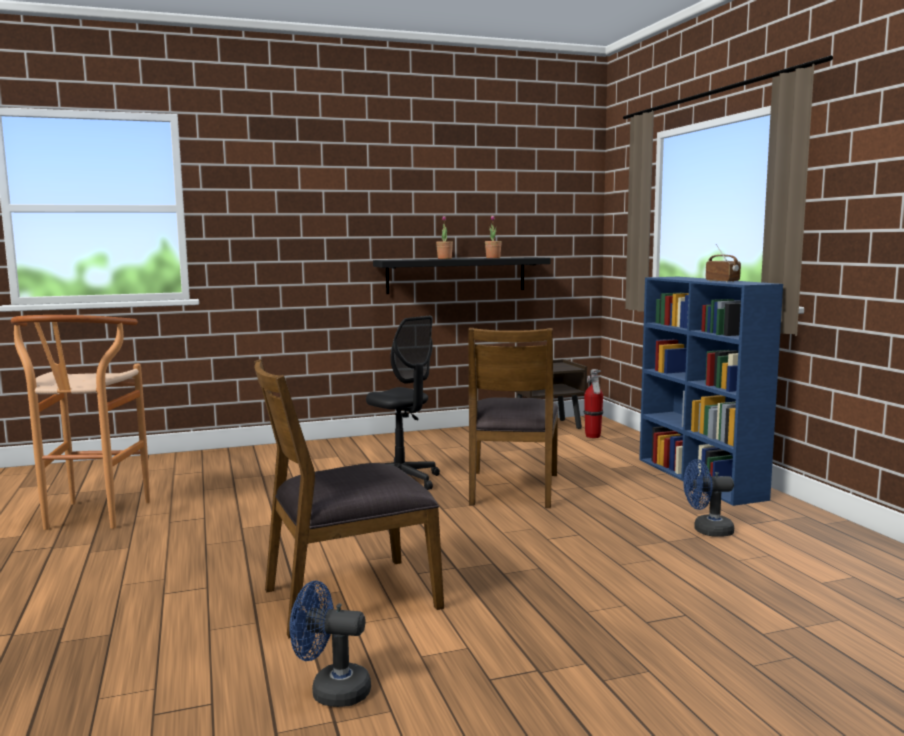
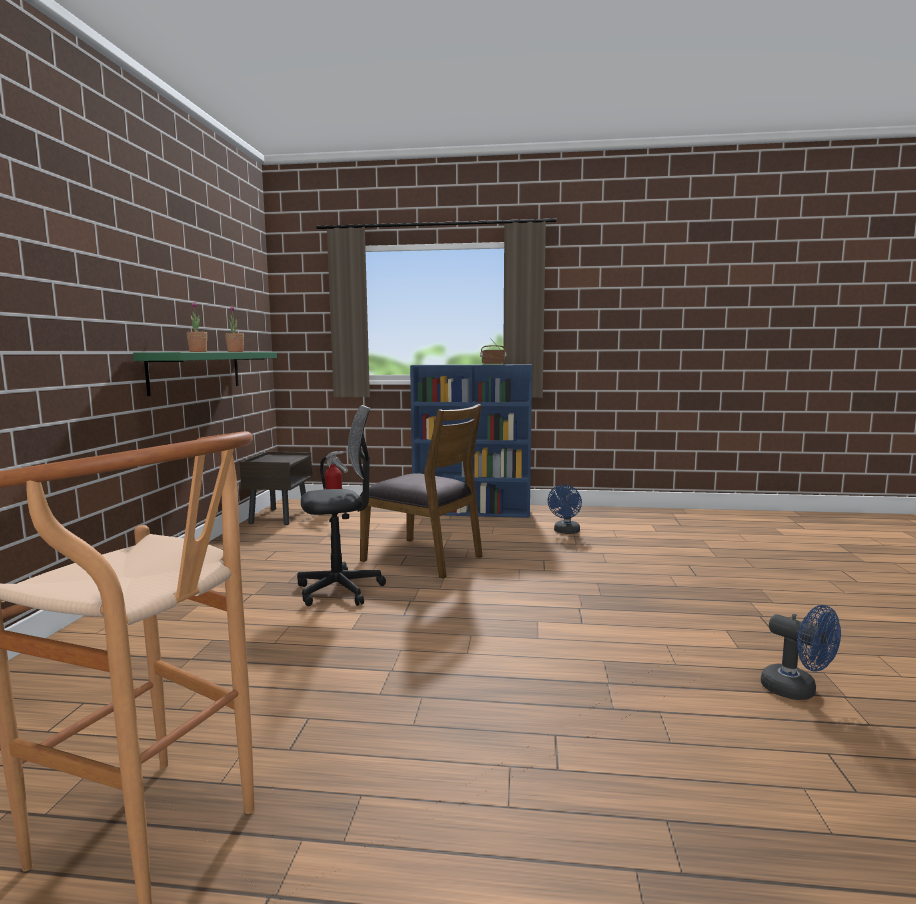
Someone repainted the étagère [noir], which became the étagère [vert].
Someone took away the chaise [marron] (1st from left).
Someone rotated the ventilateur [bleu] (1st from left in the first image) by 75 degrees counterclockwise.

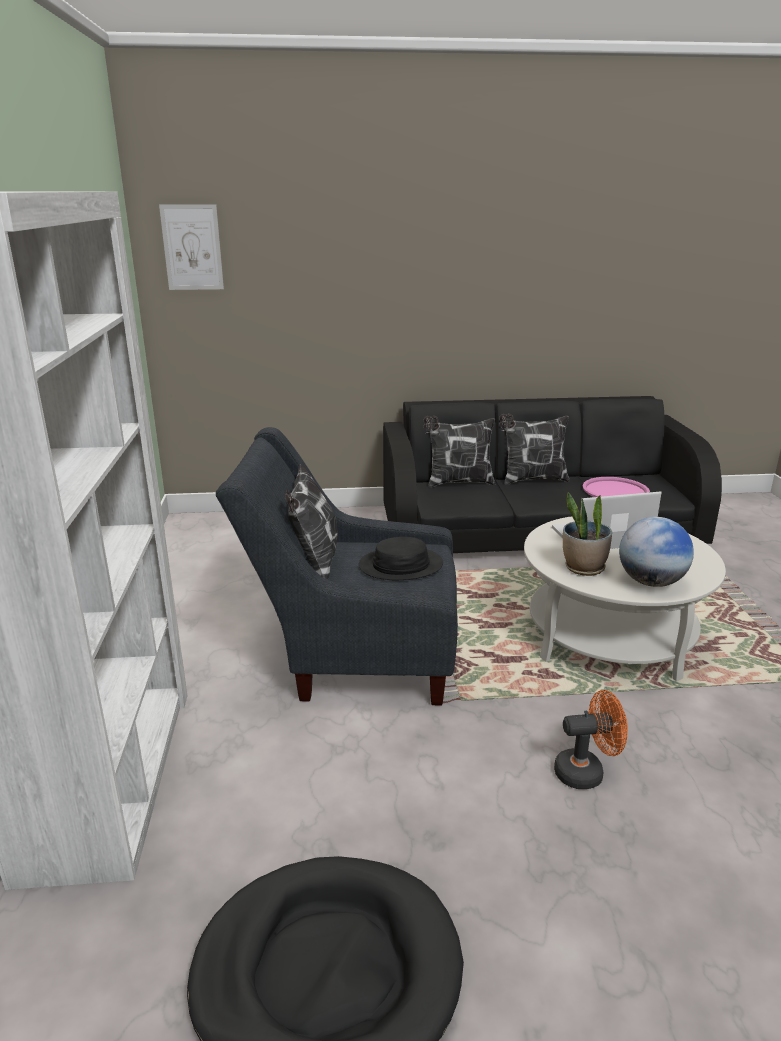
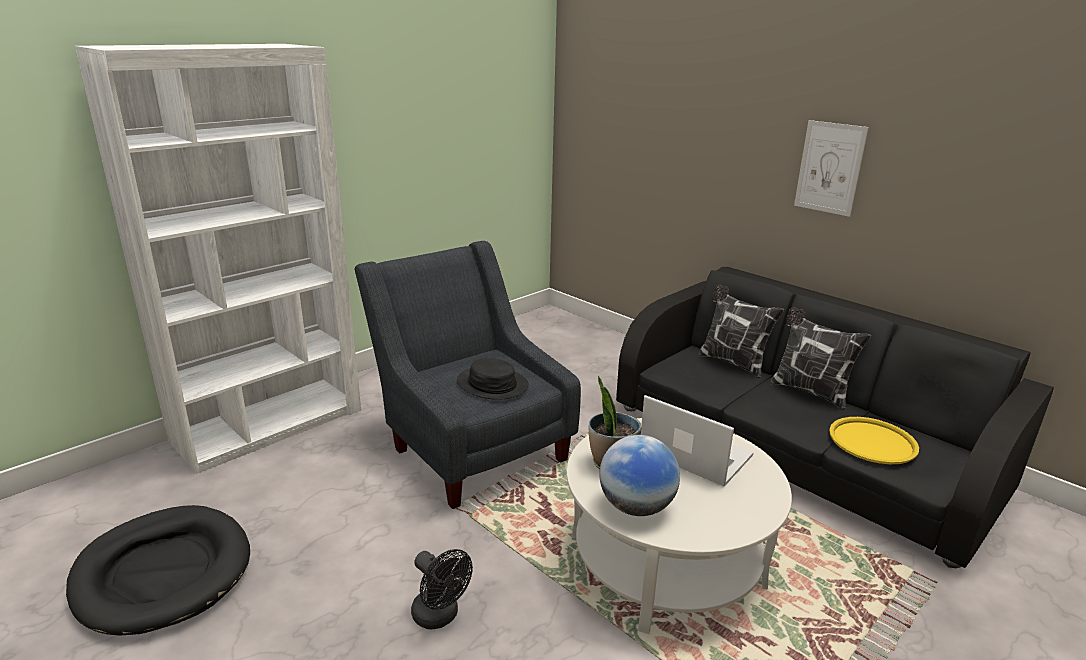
Someone carried the tableau.
Someone took away the coussin (1st from left).
Someone repainted the plateau [rose], which became the plateau [jaune].
Someone repainted the ventilateur [orange], which became the ventilateur [noir].

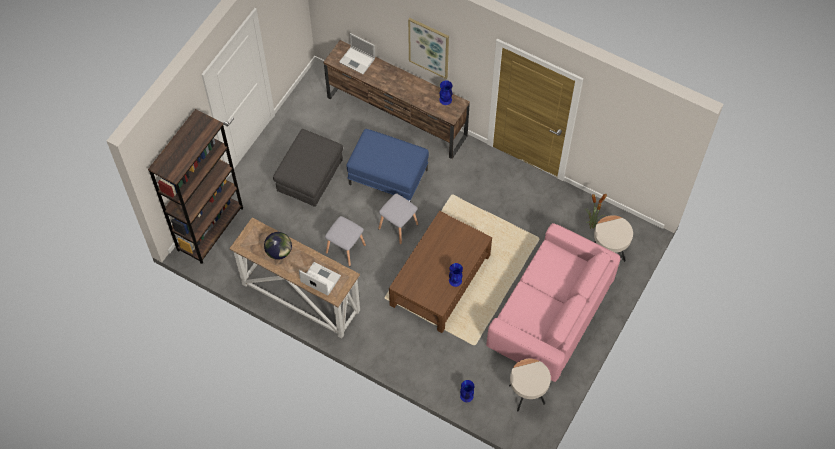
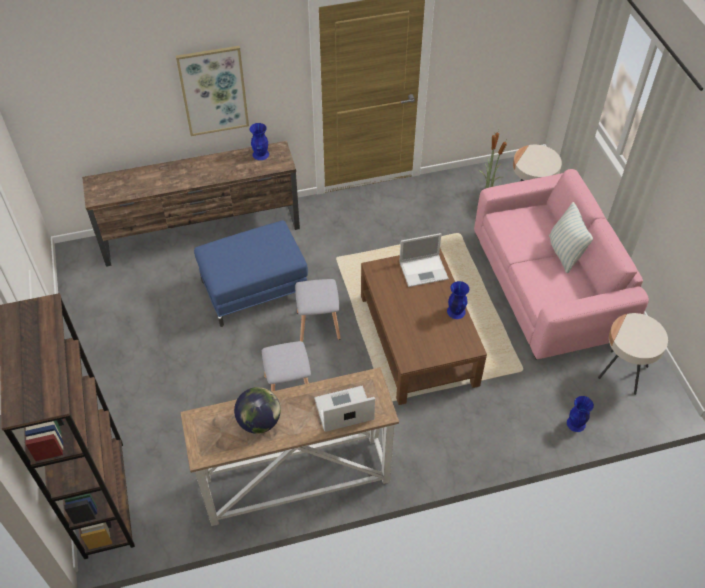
Someone carried the ordinateur portable (2nd from left).
Someone took away the pouf [gris].
Someone put down the coussin.

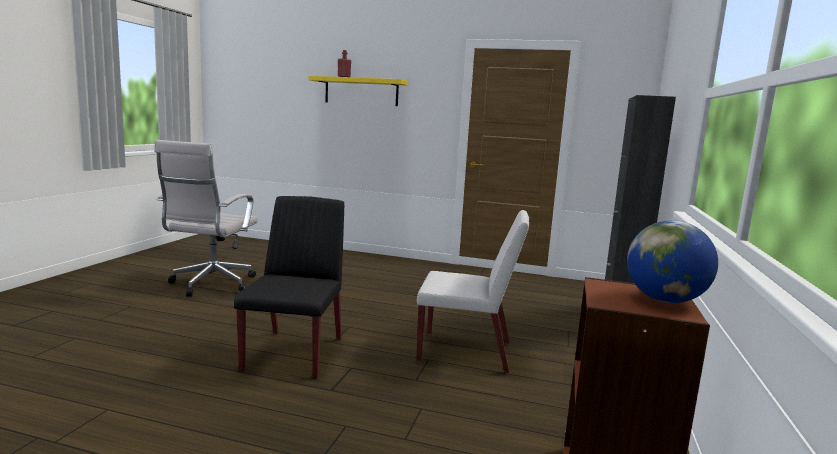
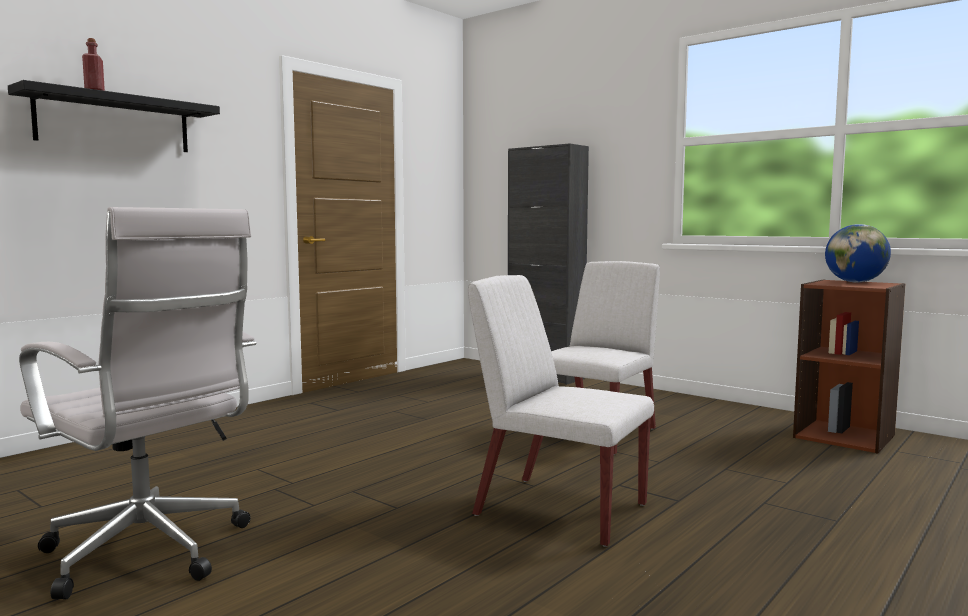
Someone repainted the étagère [jaune], which became the étagère [noir].
Someone repainted the chaise [noir], which became the chaise [blanc] (1st from left).

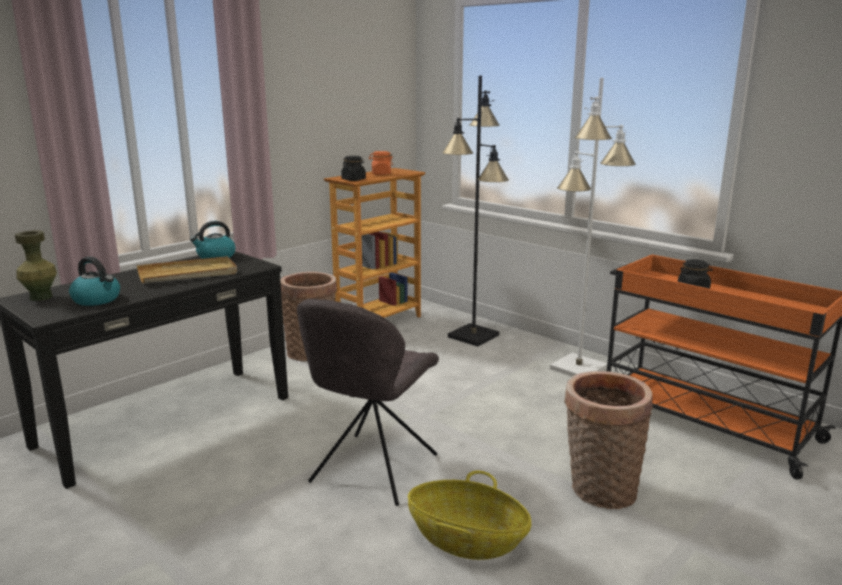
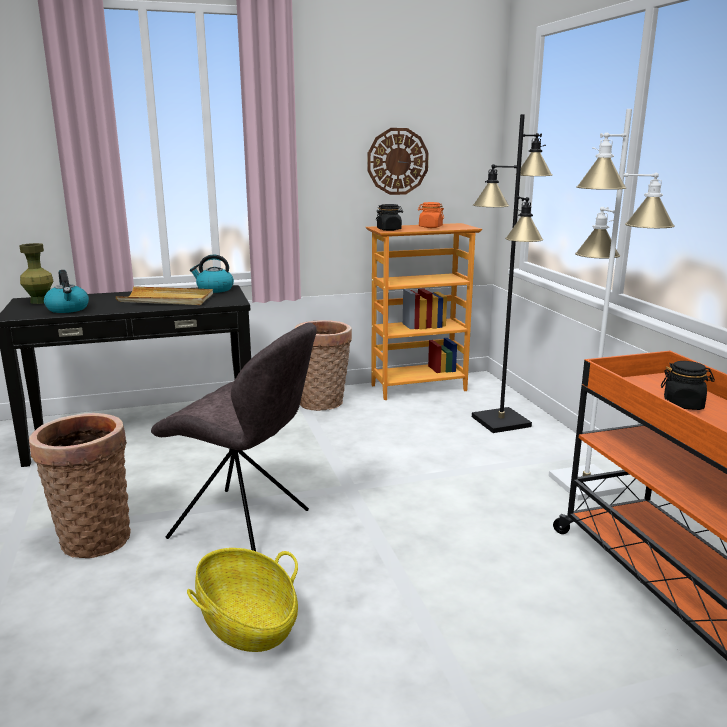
Someone rotated the chaise [gris] by 120 degrees counterclockwise.
Someone carried the panier (3rd from left in the first image).
Someone put up the horloge murale.

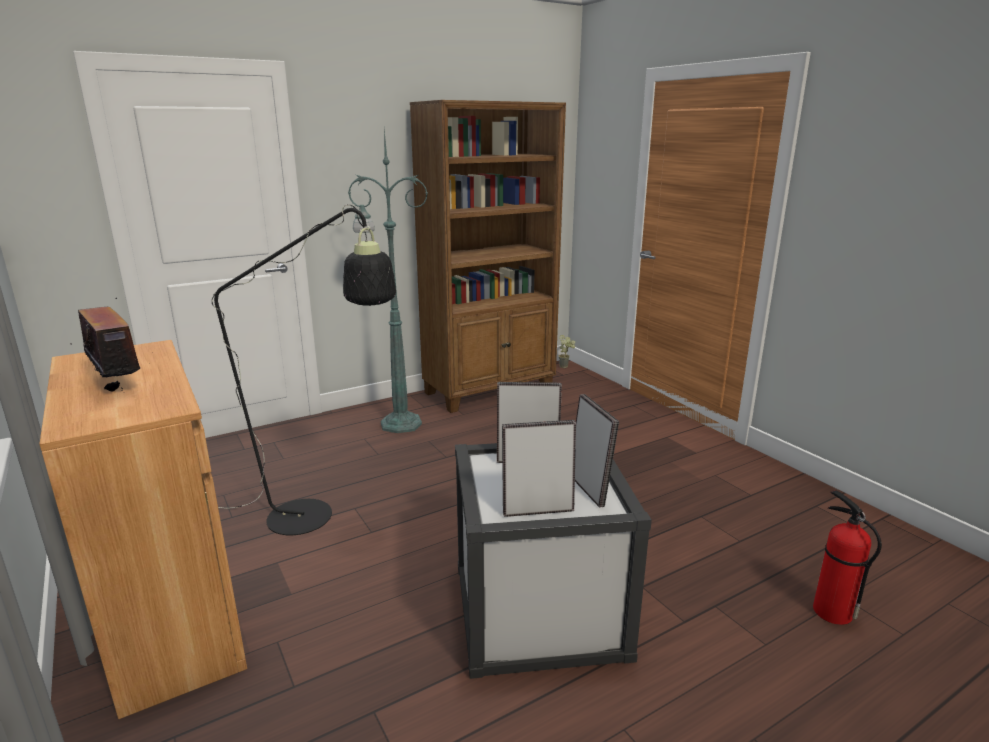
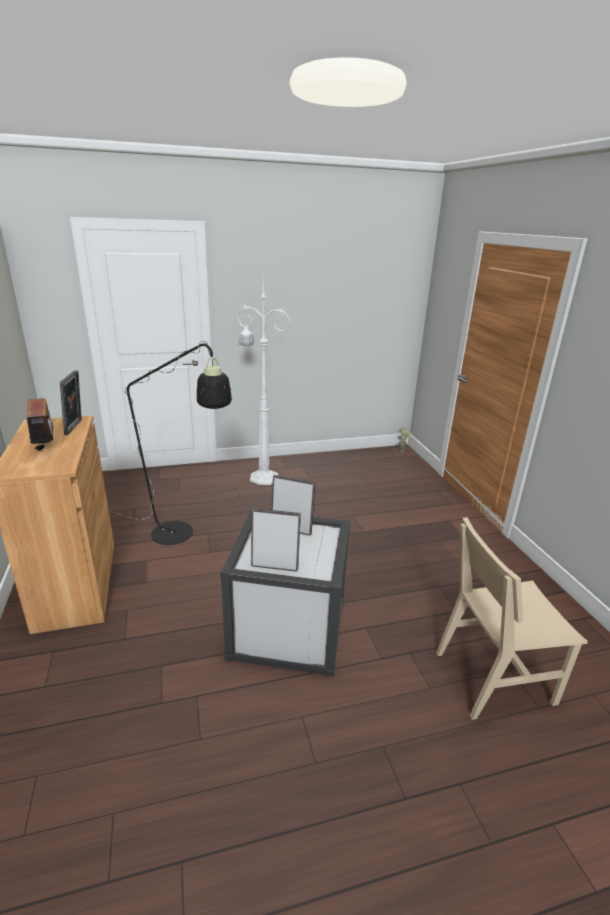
Someone took away the bibliothèque [marron].
Someone repainted the lampadaire [vert], which became the lampadaire [blanc].
Someone carried the cadre photo (3rd from left in the first image).
Someone swapped the extincteur for the chaise [beige].

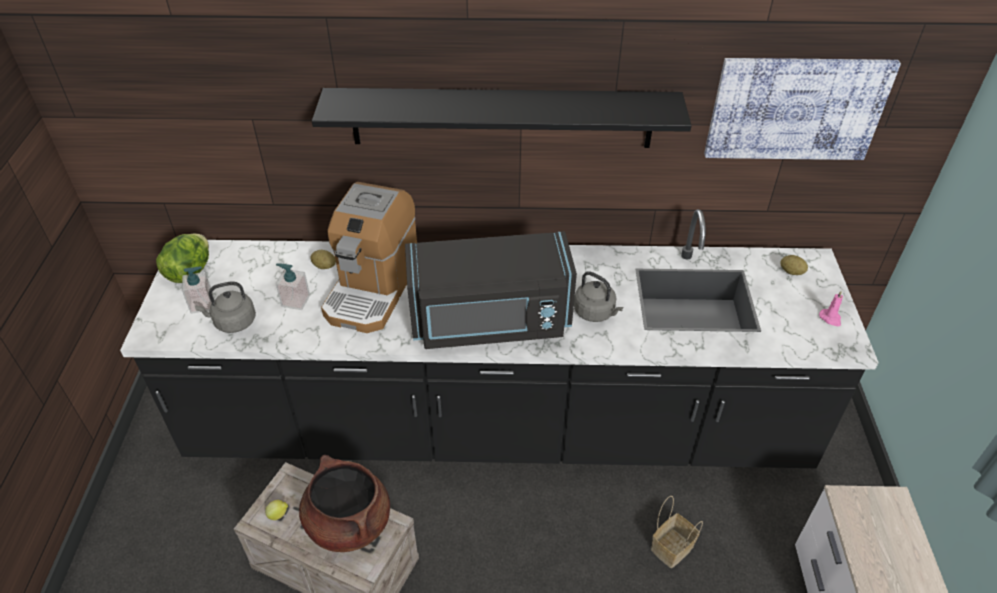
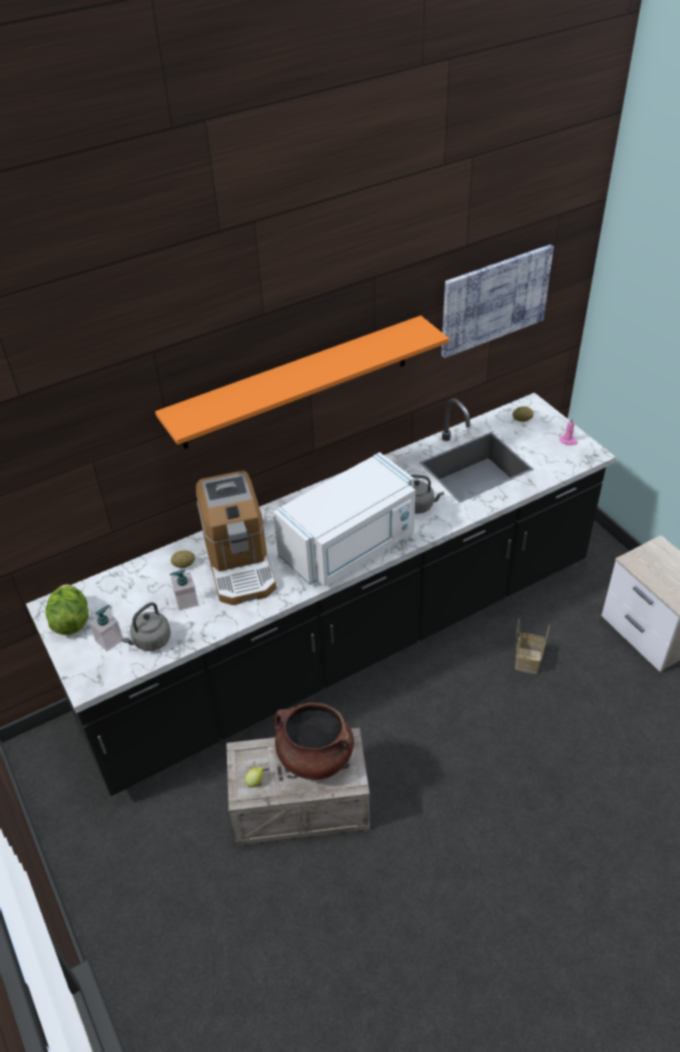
Someone repainted the étagère [noir], which became the étagère [orange].
Someone repainted the micro-ondes [noir], which became the micro-ondes [blanc].

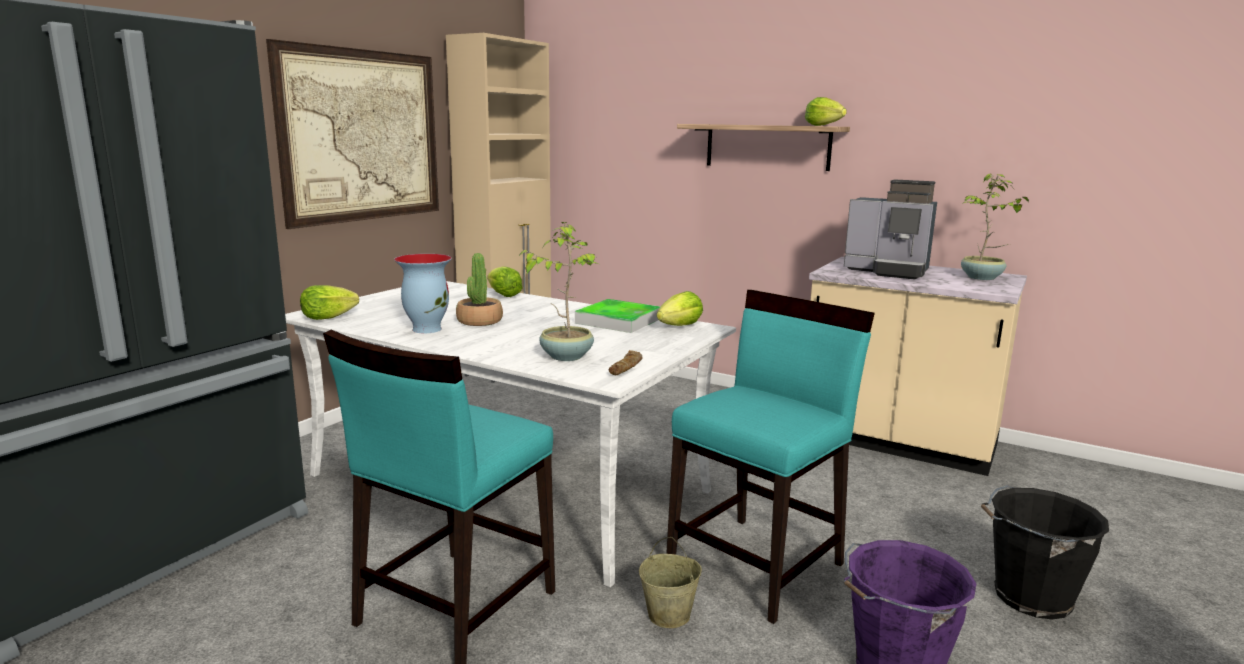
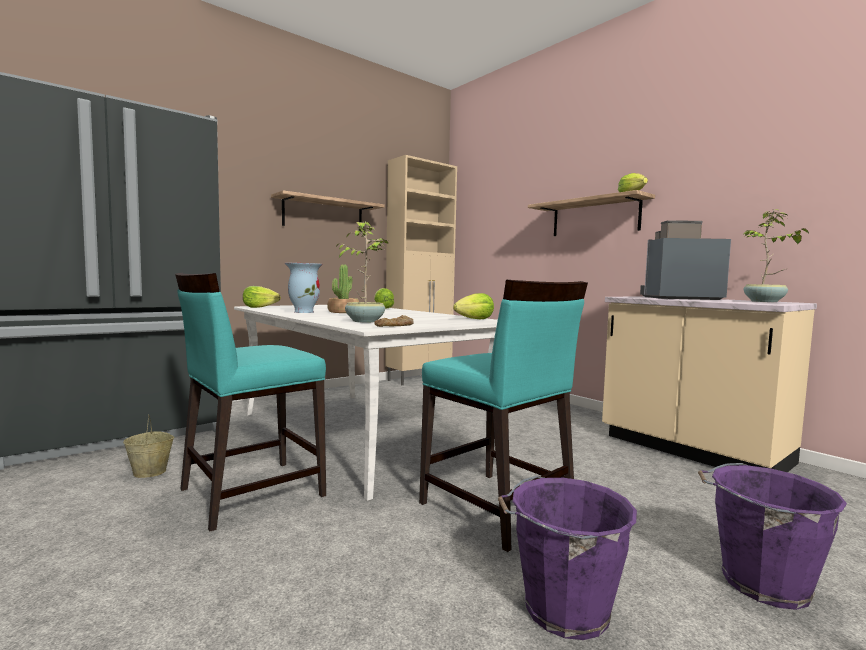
Someone swapped the tableau for the étagère (1st from left).
Someone rotated the machine à café by 135 degrees clockwise.
Someone rotated the chaise [turquoise] (2nd from left) by 75 degrees clockwise.
Someone took away the plateau.
Someone repainted the seau [noir], which became the seau [violet] (2nd from left).
Someone carried the seau [beige].

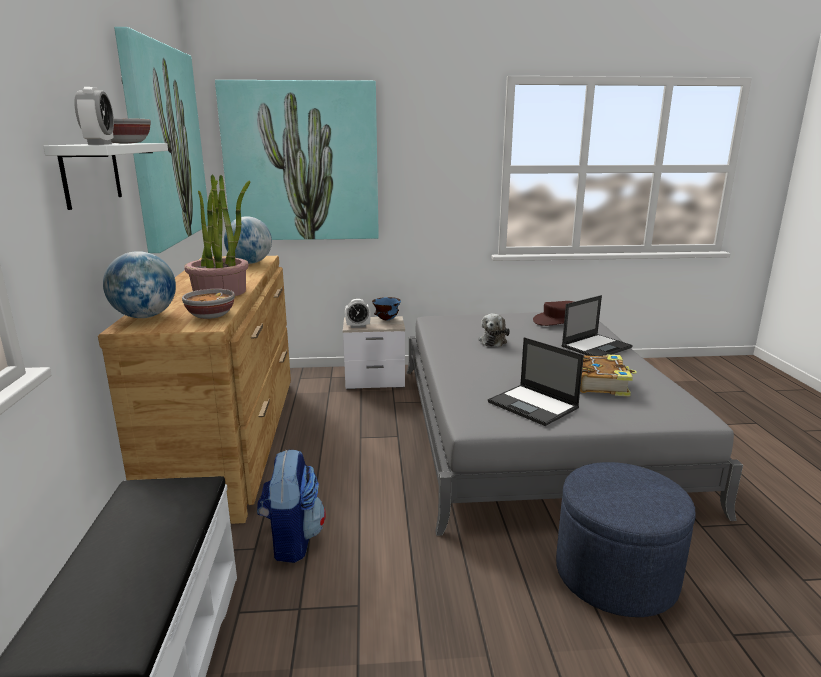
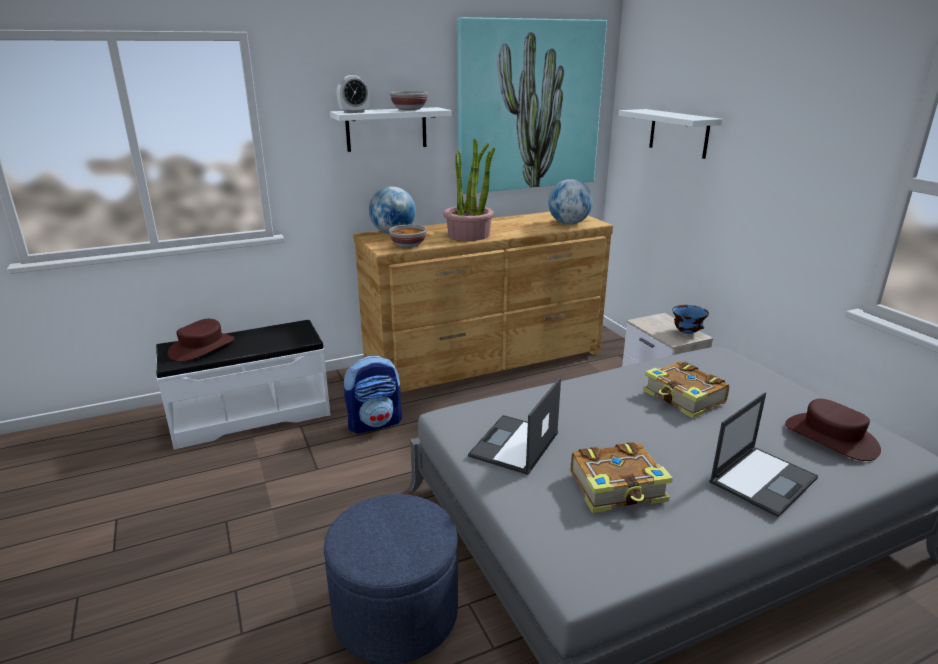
Someone swapped the tableau (2nd from left) for the étagère [blanc] (2nd from left).
Someone rotated the ordinateur portable (2nd from left) by 75 degrees counterclockwise.
Someone took away the réveil (2nd from left).
Someone swapped the peluche for the livre (2nd from left).
Someone put down the chapeau [marron] (1st from left).

